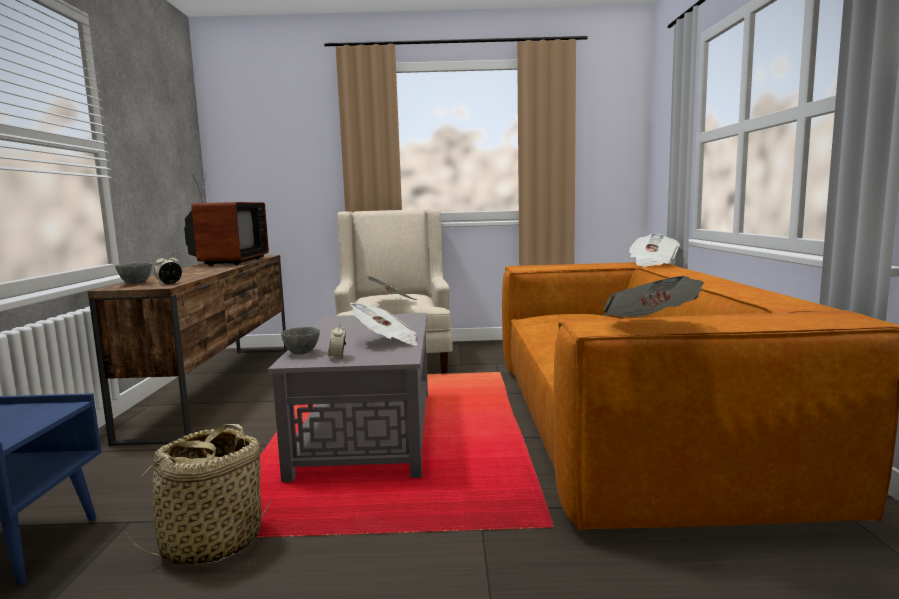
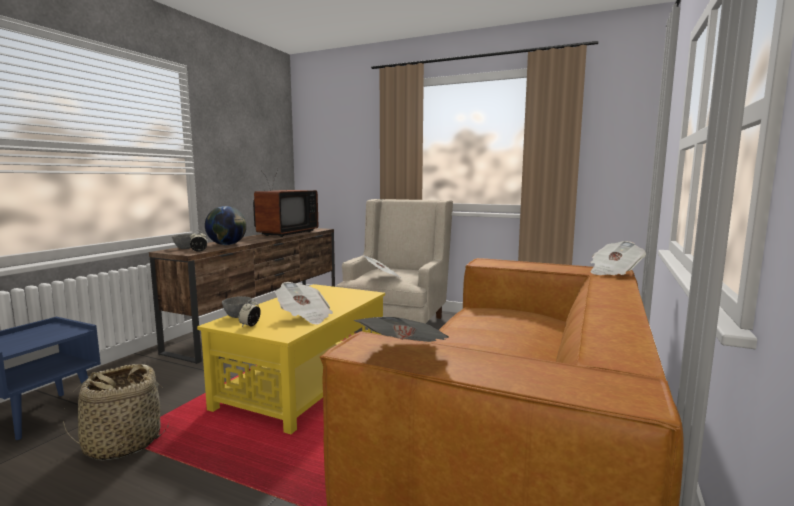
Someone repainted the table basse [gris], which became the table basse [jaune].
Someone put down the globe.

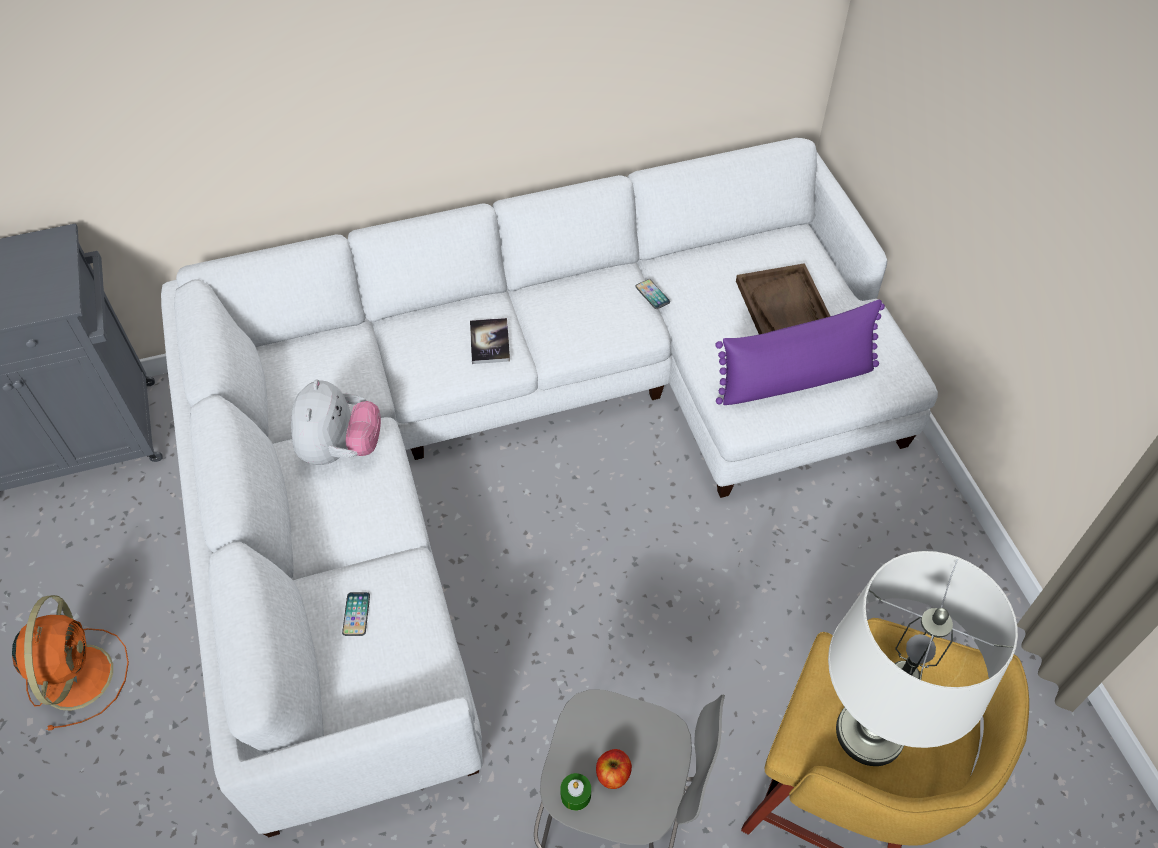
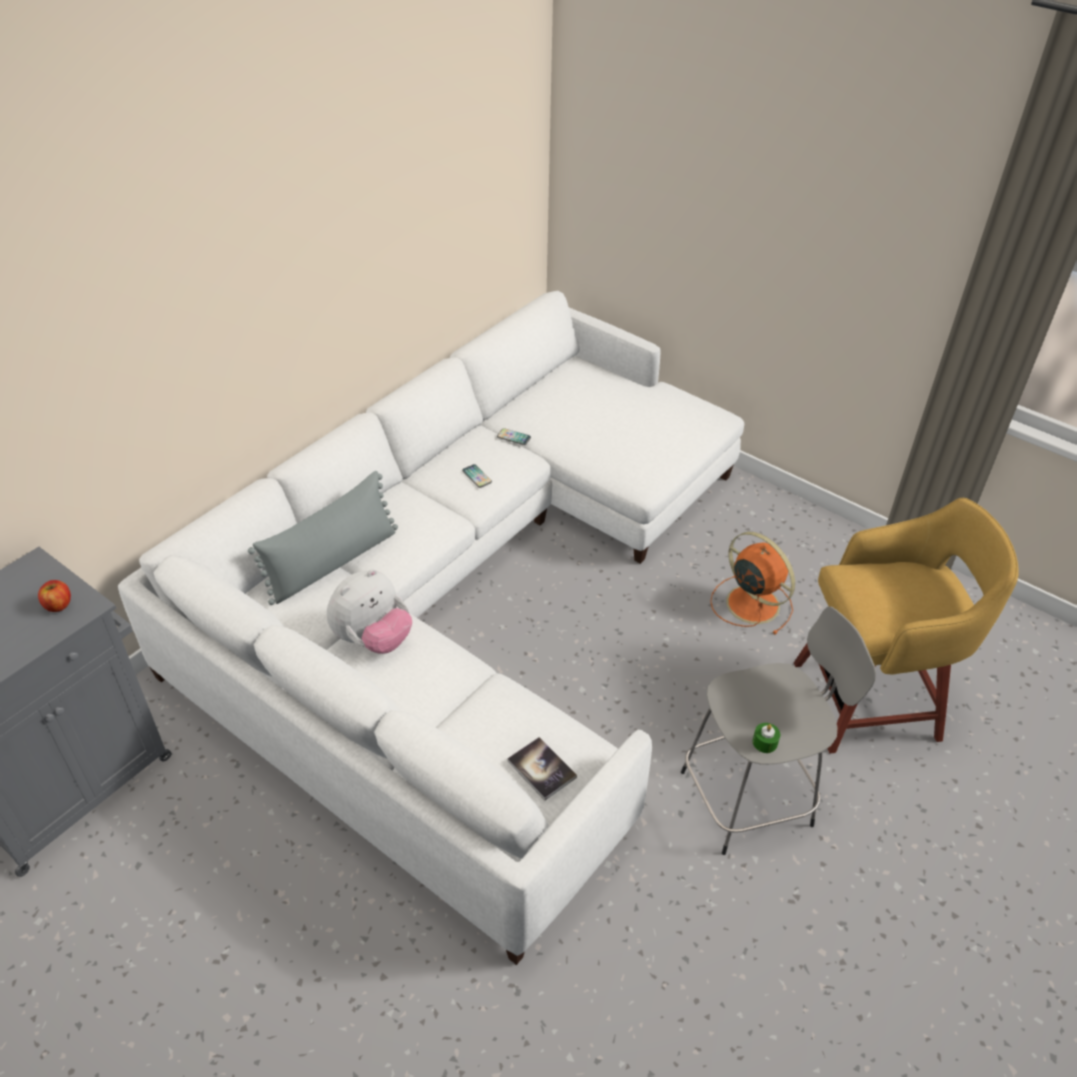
Someone took away the plateau [marron].
Someone took away the coussin [violet].
Someone carried the livre.
Someone rotated the peluche by 75 degrees clockwise.
Someone took away the lampe de table [blanc].
Someone carried the téléphone (1st from left).
Someone carried the ventilateur [orange].
Someone carried the pomme.
Someone put down the coussin [gris].

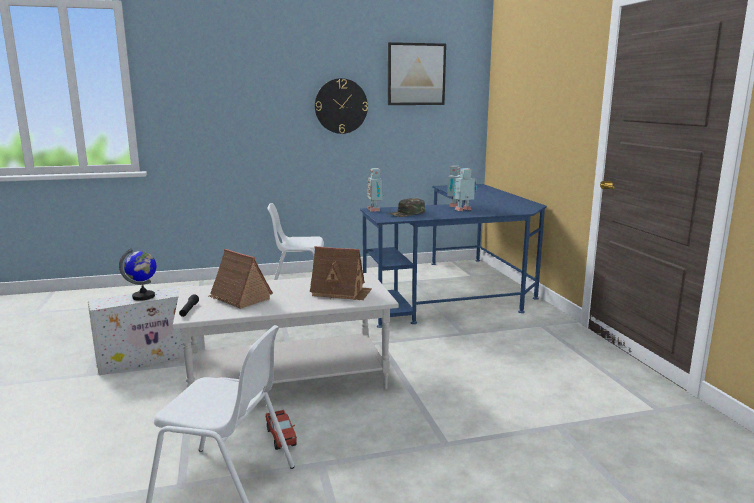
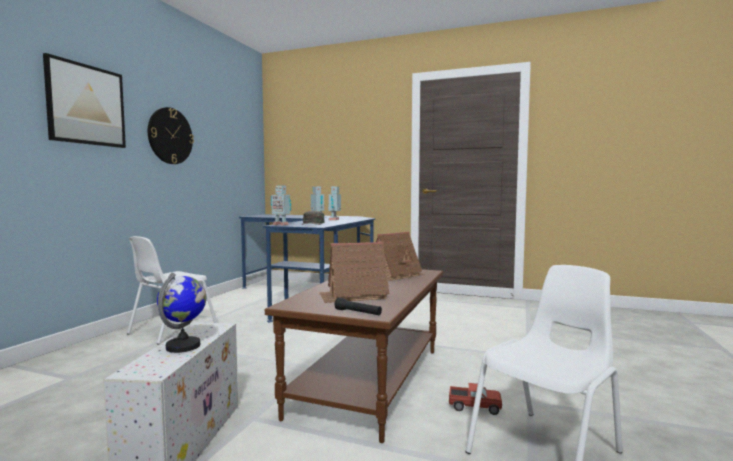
Someone carried the tableau.
Someone repainted the table basse [blanc], which became the table basse [marron].

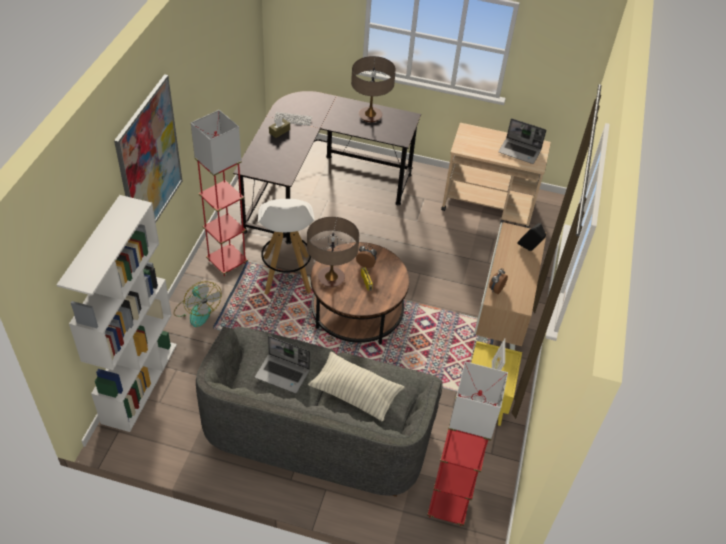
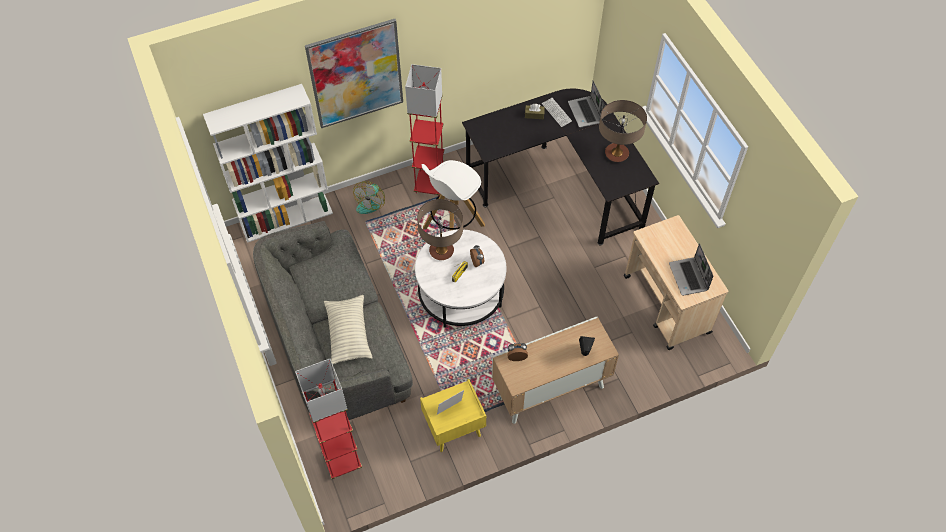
Someone repainted the table basse [marron], which became the table basse [blanc].
Someone carried the ordinateur portable (1st from left).

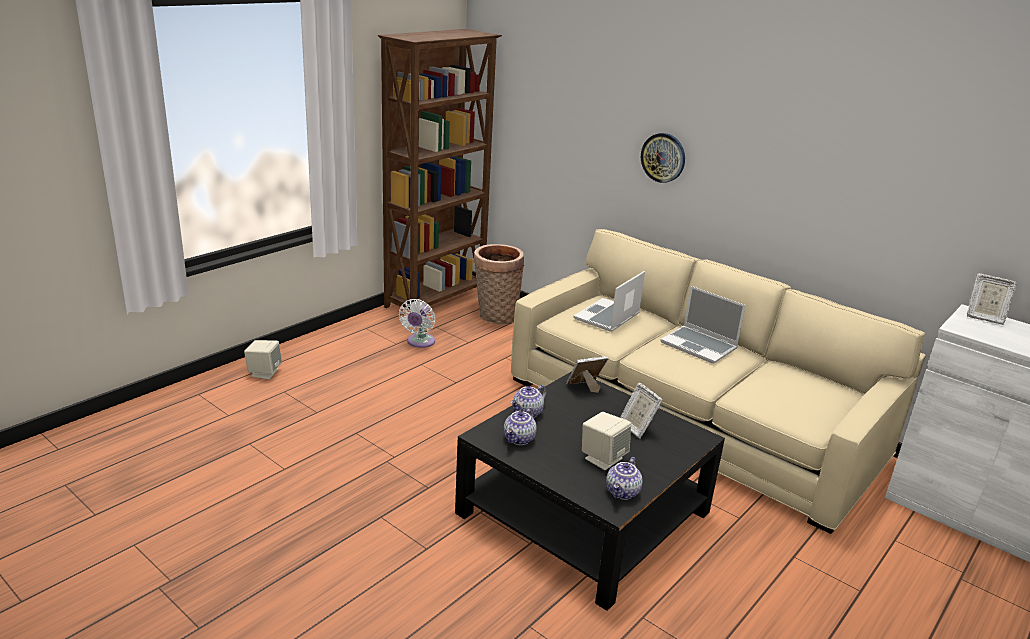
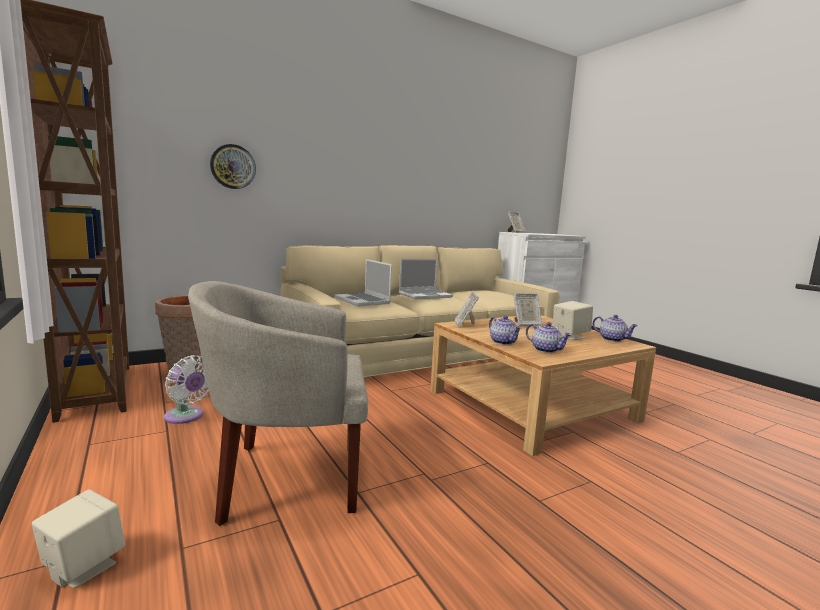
Someone carried the horloge murale.
Someone repainted the table basse [noir], which became the table basse [beige].
Someone put down the fauteuil [beige].

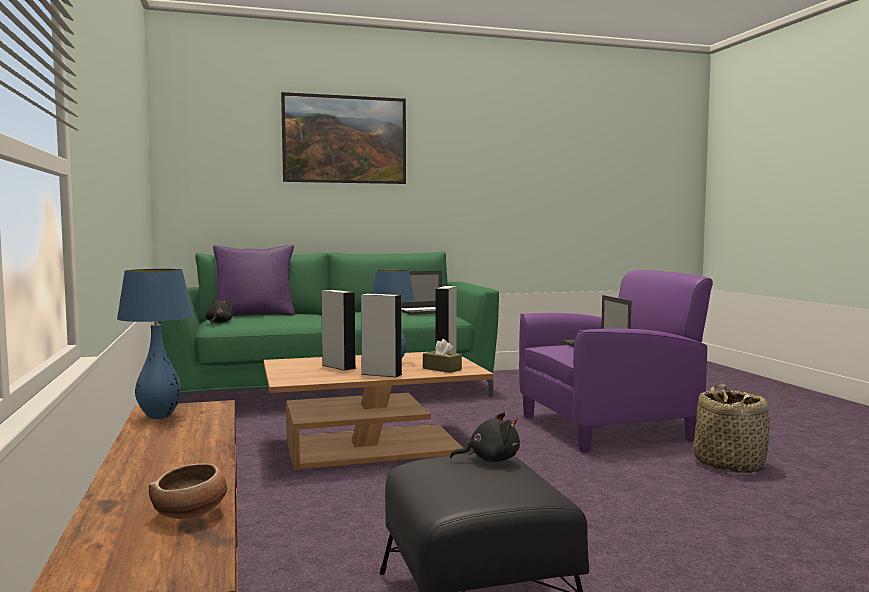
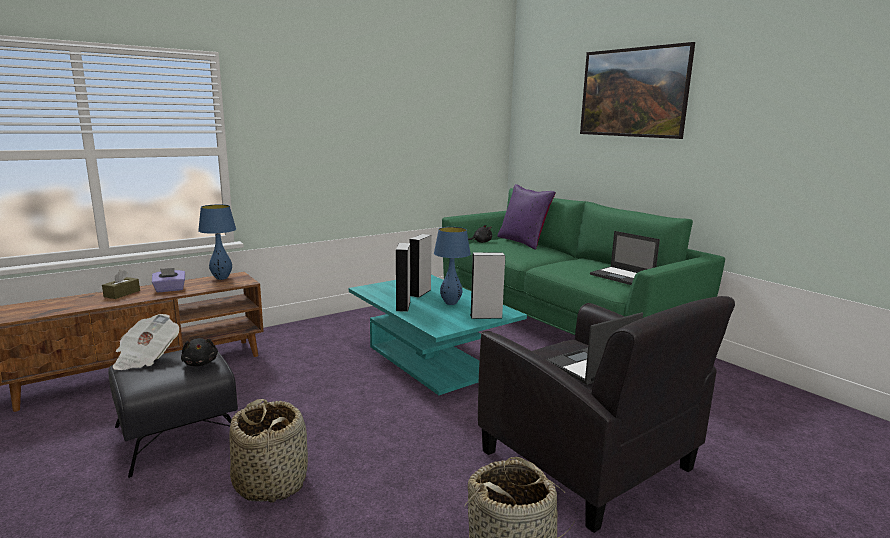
Someone repainted the fauteuil [violet], which became the fauteuil [noir].
Someone carried the boîte à mouchoirs [marron].
Someone repainted the table basse [marron], which became the table basse [turquoise].
Someone took away the bol.
Someone put down the boîte à mouchoirs [violet].
Someone put down the journal.
Someone put down the panier (1st from left).

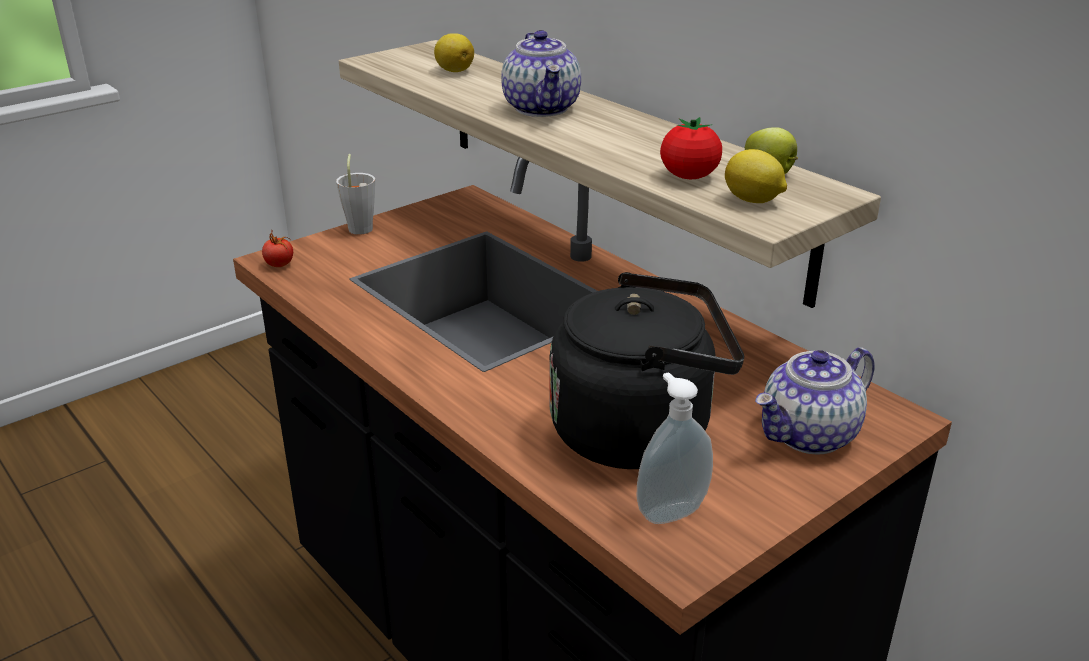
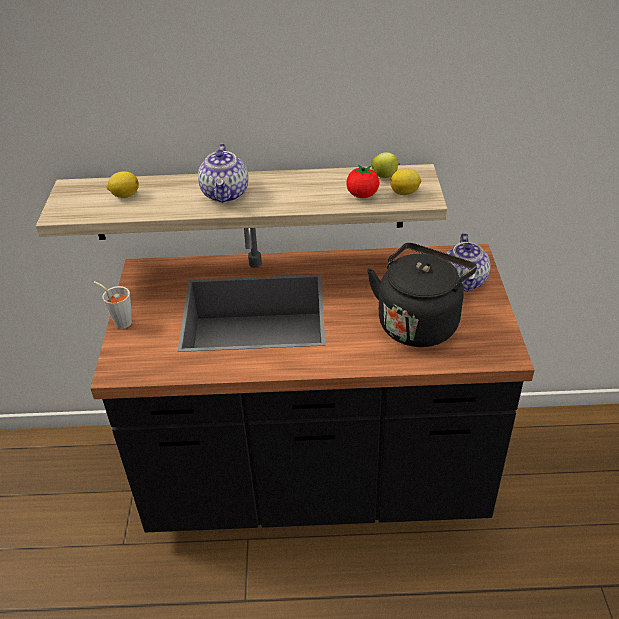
Someone rotated the théière (1st from left) by 60 degrees clockwise.
Someone took away the tomate (1st from left).
Someone took away the distributeur de savon.

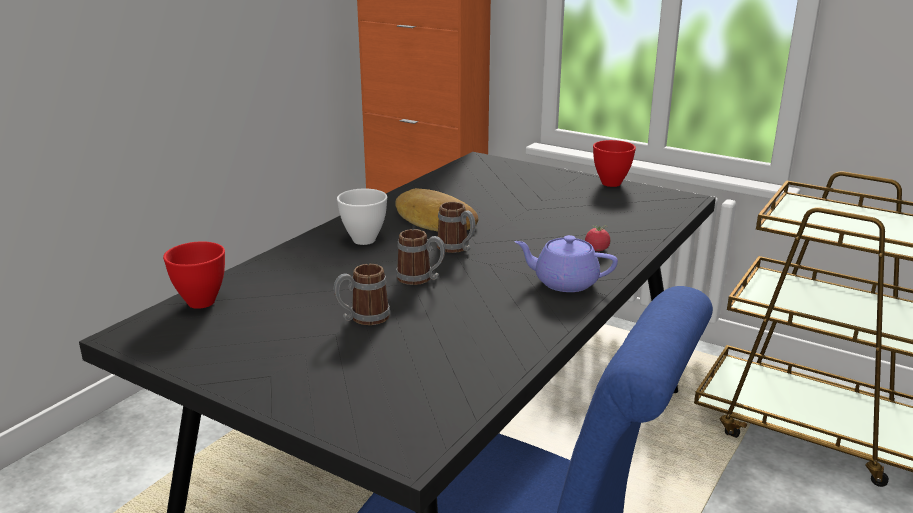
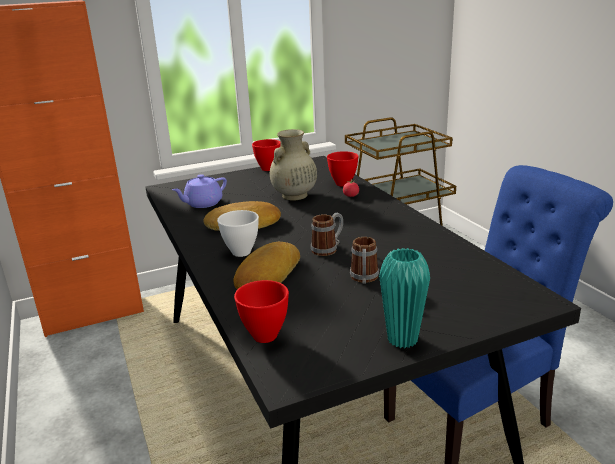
Someone took away the mug (3rd from left).
Someone carried the théière [violet].
Someone put down the vase [beige].
Someone put down the bol [rouge] (3rd from left).
Someone put down the pain (2nd from left).
Someone put down the vase [turquoise].

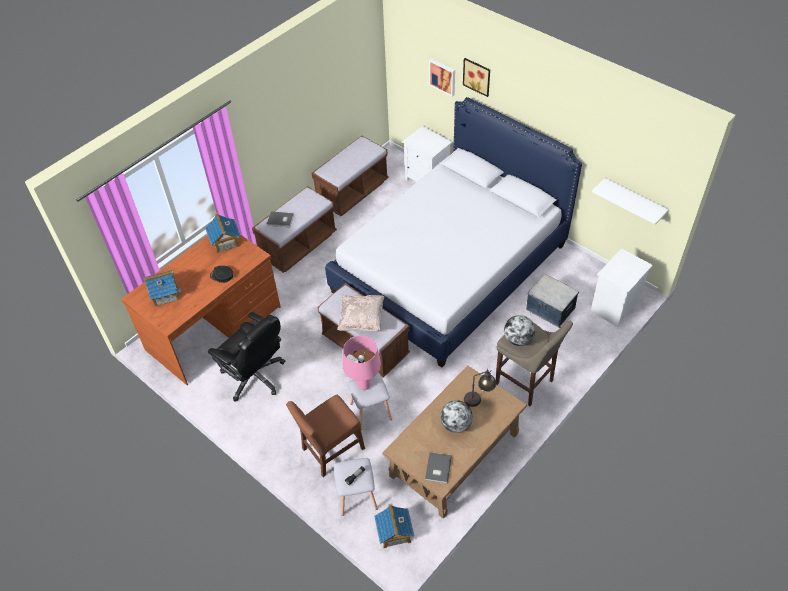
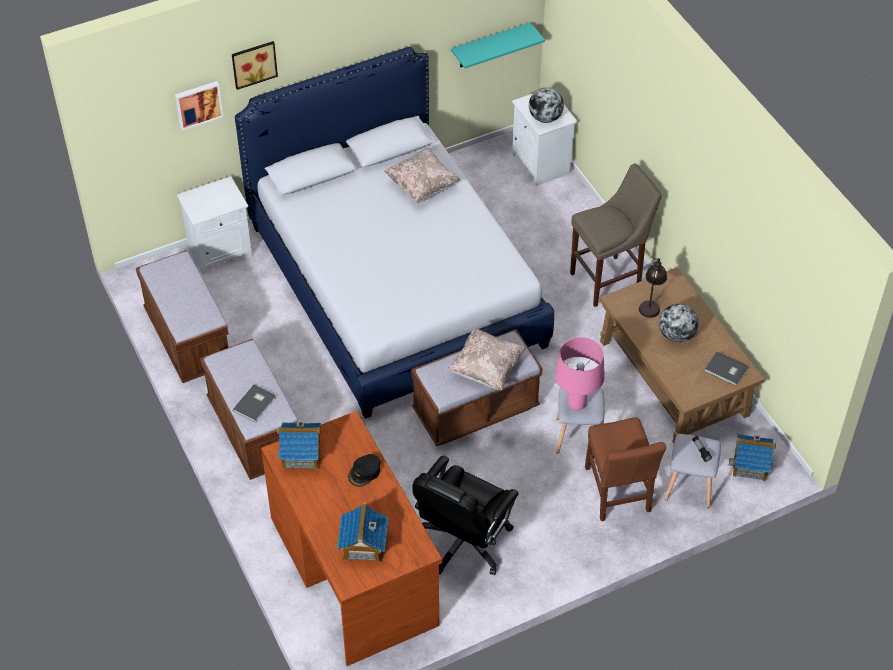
Someone repainted the étagère [blanc], which became the étagère [turquoise].
Someone took away the boîte de rangement.
Someone rotated the chaise de bureau [noir] by 150 degrees clockwise.
Someone carried the globe (2nd from left in the first image).
Someone put down the coussin [beige] (1st from left).

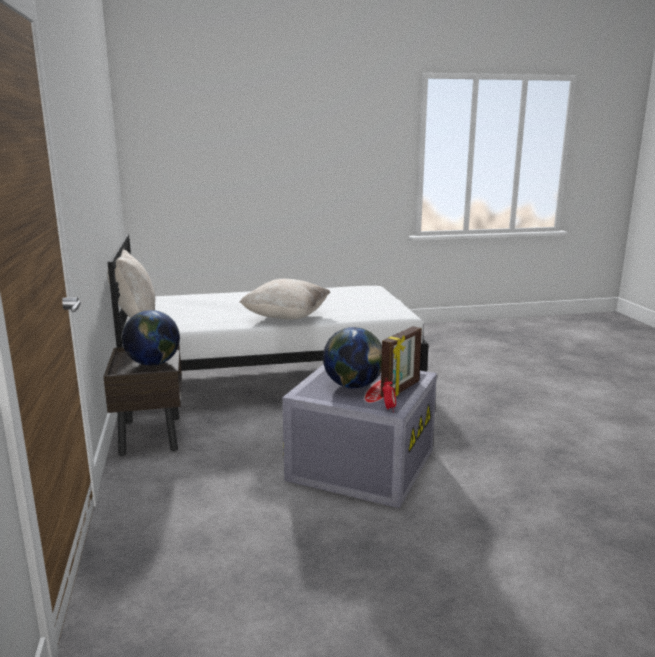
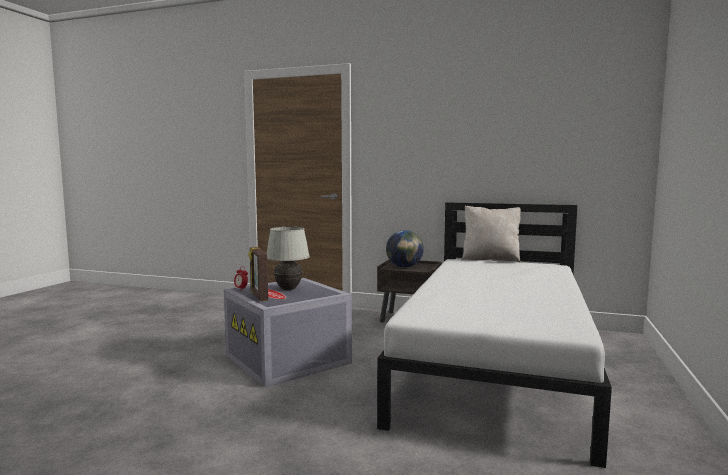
Someone took away the coussin [beige] (2nd from left).
Someone swapped the globe (2nd from left) for the lampe de table [blanc].

